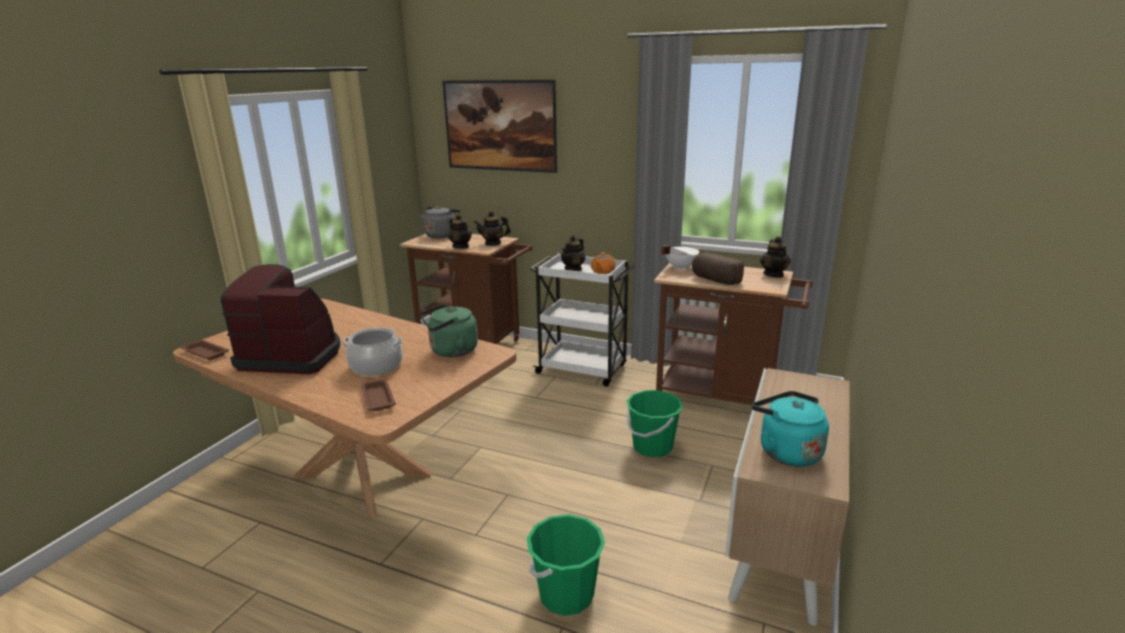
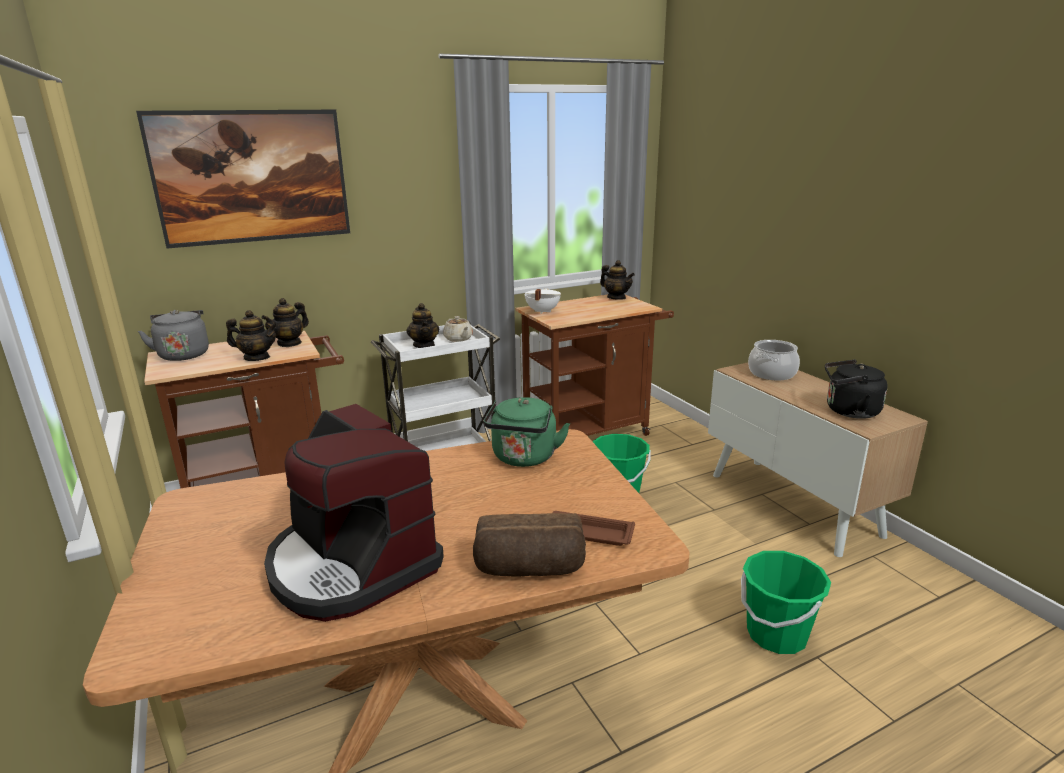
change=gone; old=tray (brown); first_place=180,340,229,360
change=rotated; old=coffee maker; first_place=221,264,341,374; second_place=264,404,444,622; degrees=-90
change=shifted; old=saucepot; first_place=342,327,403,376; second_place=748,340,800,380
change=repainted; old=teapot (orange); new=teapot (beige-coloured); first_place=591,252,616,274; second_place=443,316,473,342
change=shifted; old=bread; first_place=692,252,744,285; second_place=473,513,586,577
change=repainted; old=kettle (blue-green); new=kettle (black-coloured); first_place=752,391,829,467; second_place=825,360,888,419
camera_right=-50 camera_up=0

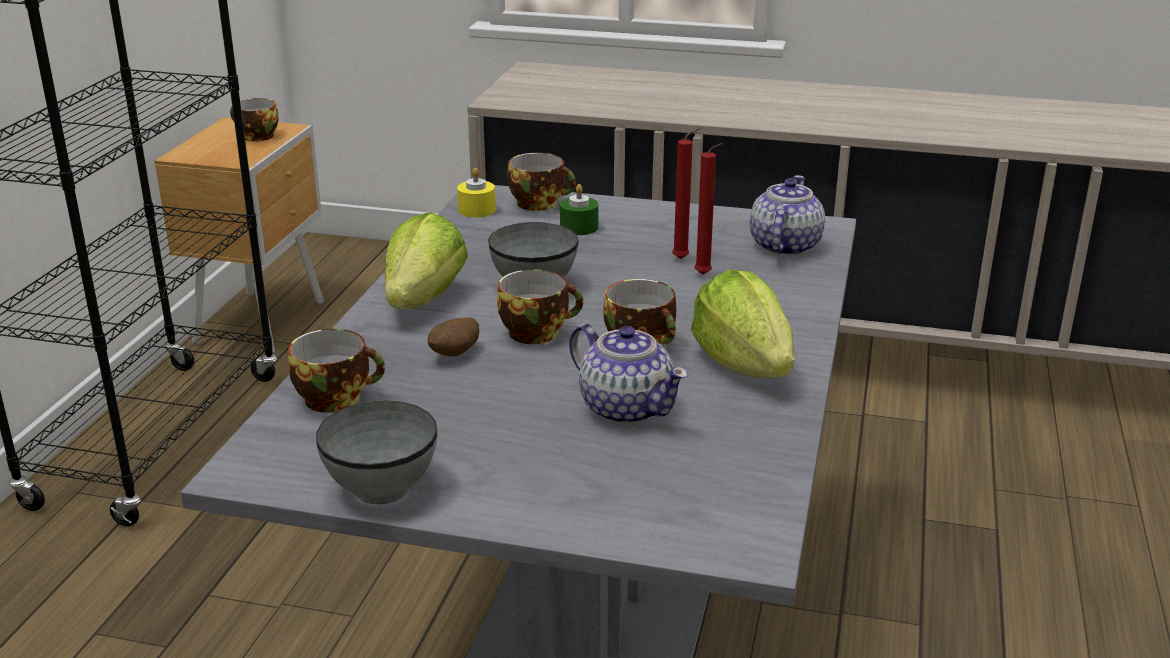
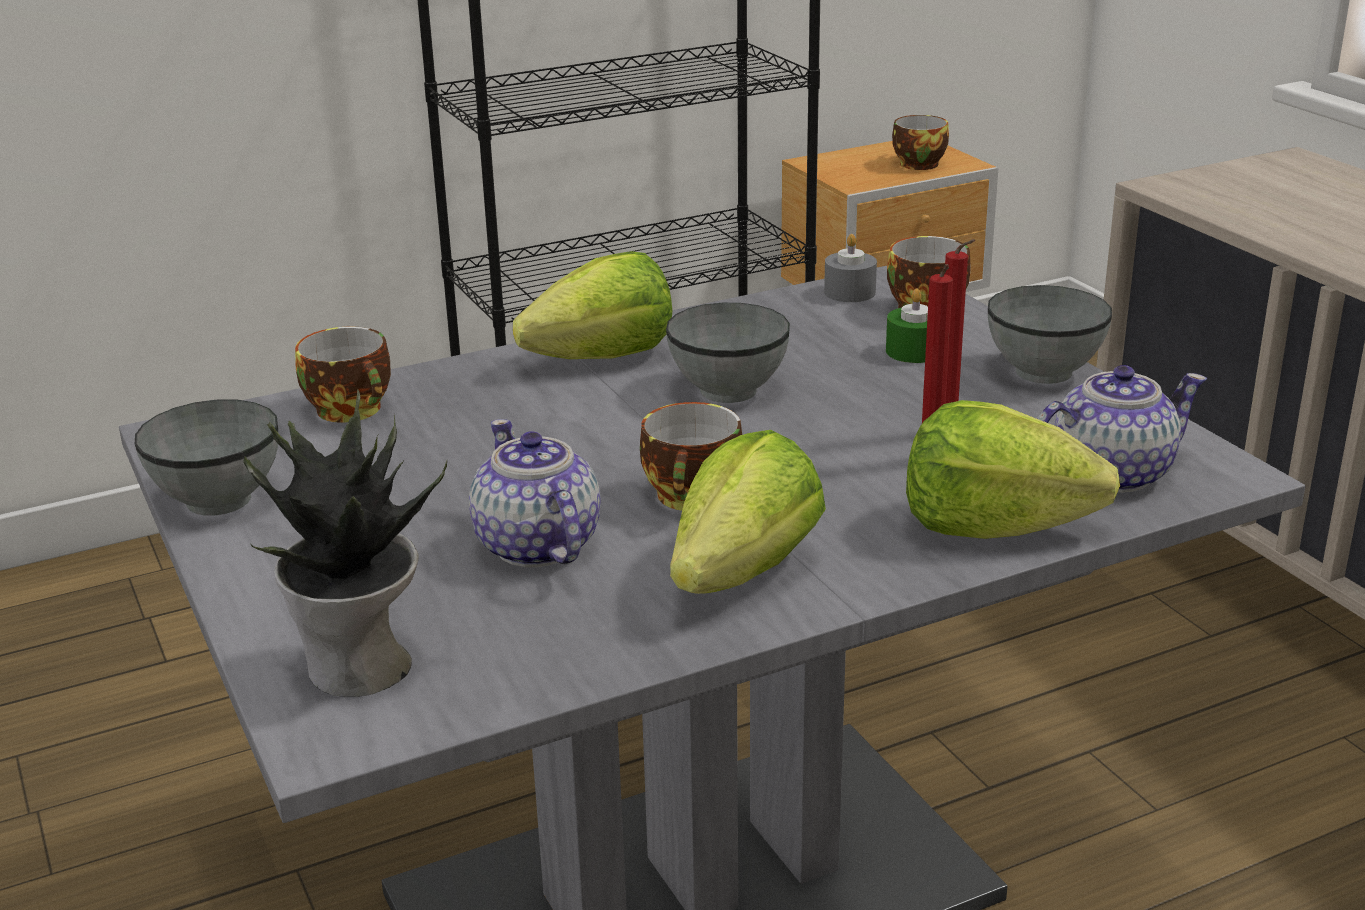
change=gone; old=whole potato; first_place=427,318,479,356
change=repainted; old=wax light (yellow-coloured); new=wax light (gray); first_place=457,168,496,217; second_place=824,234,877,302
change=gone; old=cup; first_place=497,269,584,344
change=rotated; old=teapot; first_place=569,324,689,425; second_place=469,419,601,567; degrees=150
change=new; new=potted plant; second_place=243,390,447,697
change=new; new=lettuce; second_place=906,400,1120,539
change=new; new=serving bowl (gray); second_place=988,285,1112,384
camera_right=50 camera_up=0

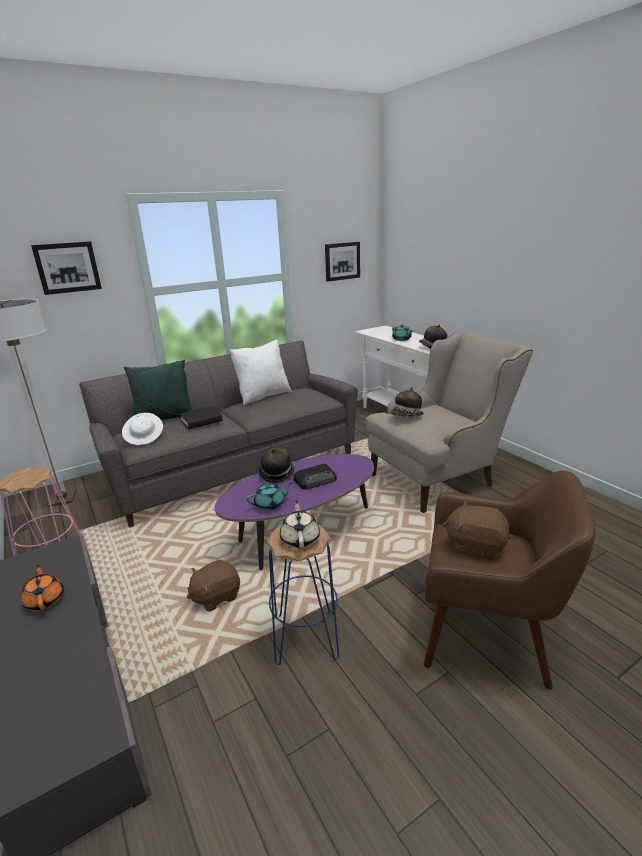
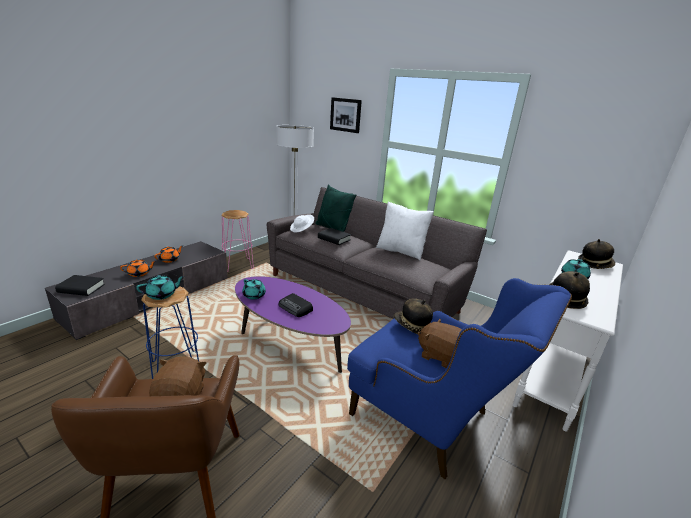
change=shifted; old=plush toy (brown); first_place=187,560,240,612; second_place=418,319,462,368
change=shifted; old=clothing hat; first_place=259,447,295,483; second_place=578,239,615,269
change=repainted; old=teapot (beige-coloured); new=teapot (blue-green); first_place=280,500,320,549; second_place=136,275,185,300
change=gone; old=wall picture; first_place=325,242,360,282
change=repainted; old=armchair (beige-coloured); new=armchair (blue); first_place=366,331,533,513; second_place=347,278,572,480
change=new; new=book (black-coloured); second_place=55,275,105,296
change=new; new=teapot (orange); second_place=120,259,155,277
camera_right=65 camera_up=0

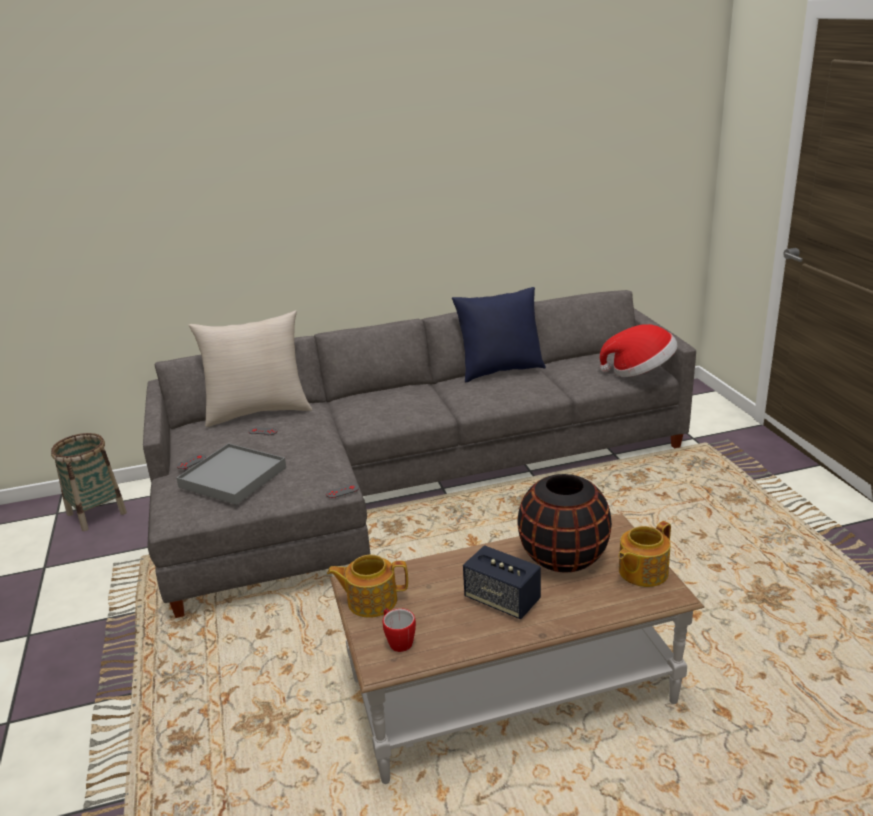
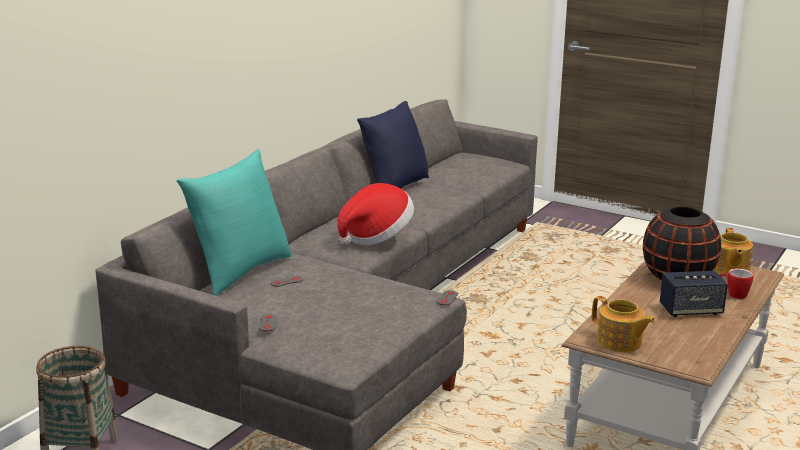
change=gone; old=tray (gray); first_place=176,443,286,505
change=repainted; old=throw pillow (beige-coloured); new=throw pillow (blue-green); first_place=189,310,312,427; second_place=177,149,292,296
change=rotated; old=teapot; first_place=327,555,408,618; second_place=592,296,655,352; degrees=-90
change=shifted; old=tea mug; first_place=383,608,416,652; second_place=720,268,753,299
change=shifted; old=clothing hat; first_place=600,324,678,377; second_place=337,183,414,245
camera_right=-45 camera_up=-5

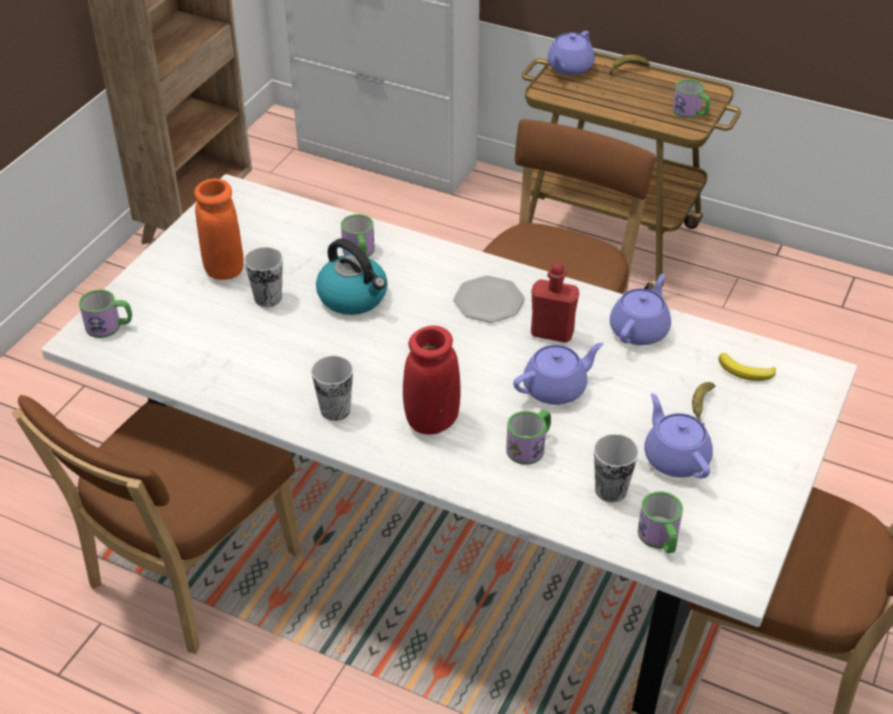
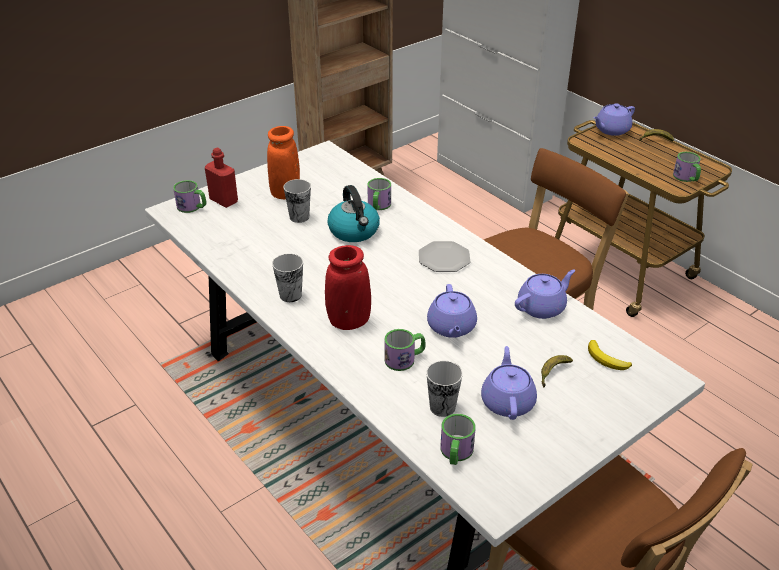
change=gone; old=upright chair (brown); first_place=12,395,301,654
change=rotated; old=teapot (purple-coloured); first_place=513,343,604,405; second_place=427,284,477,338; degrees=90
change=shifted; old=bottle (reddish); first_place=531,263,579,343; second_place=205,147,238,208
camera_right=25 camera_up=-5

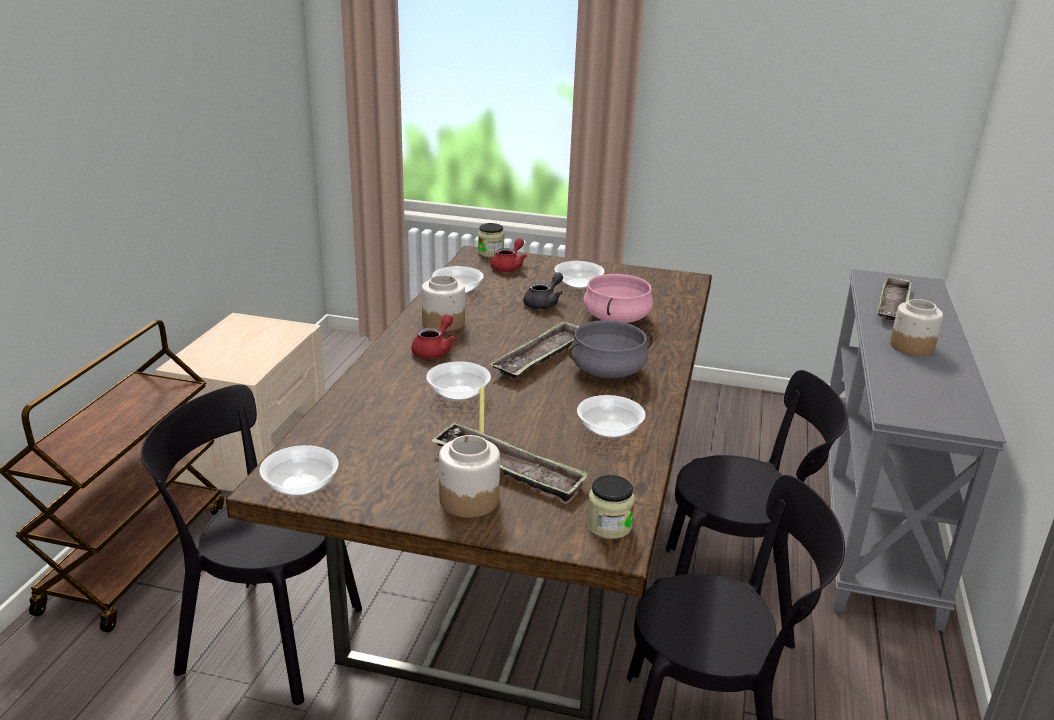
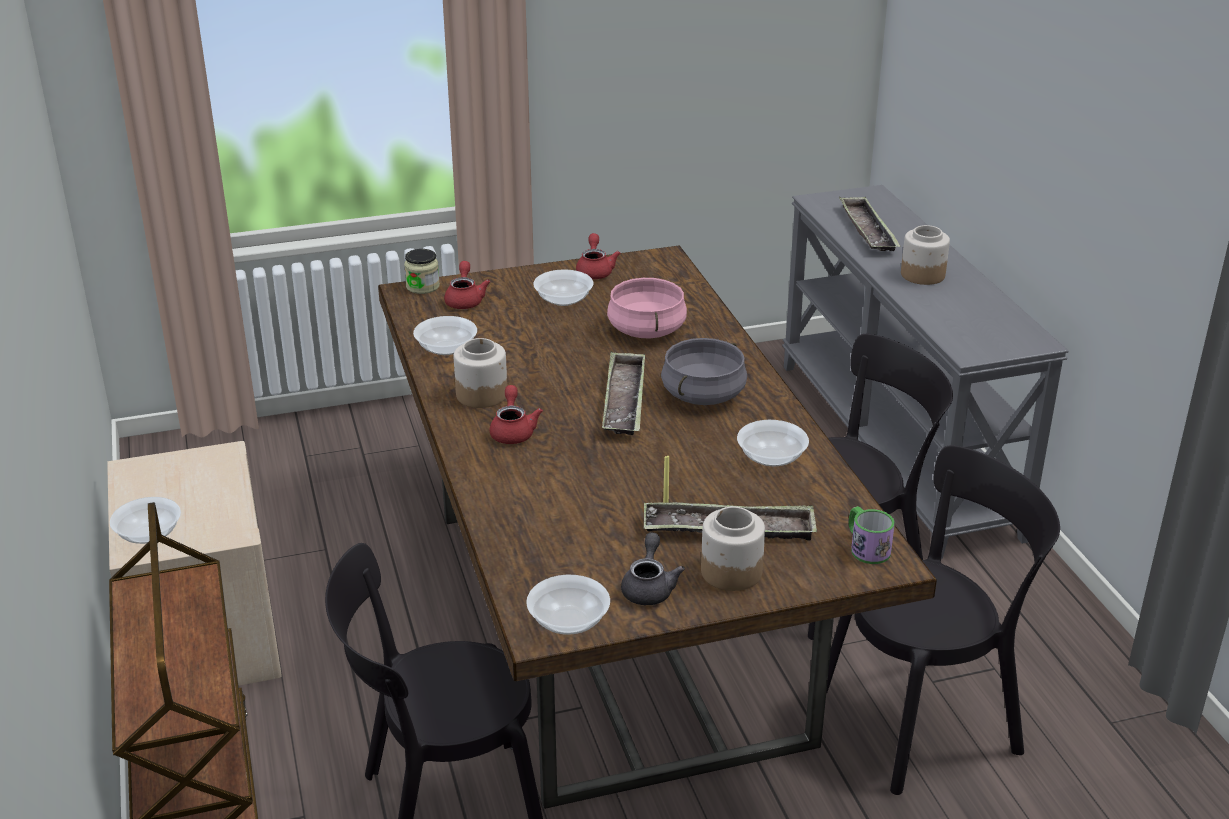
change=shifted; old=serving bowl; first_place=426,361,491,401; second_place=110,497,181,544
change=shifted; old=teapot (gray); first_place=523,272,563,309; second_place=621,532,685,605
change=swapped; old=preserve jar; new=tea mug; first_place=587,475,635,539; second_place=849,506,895,564
change=new; new=teapot (reddish); second_place=576,233,620,279
camera_right=-30 camera_up=5

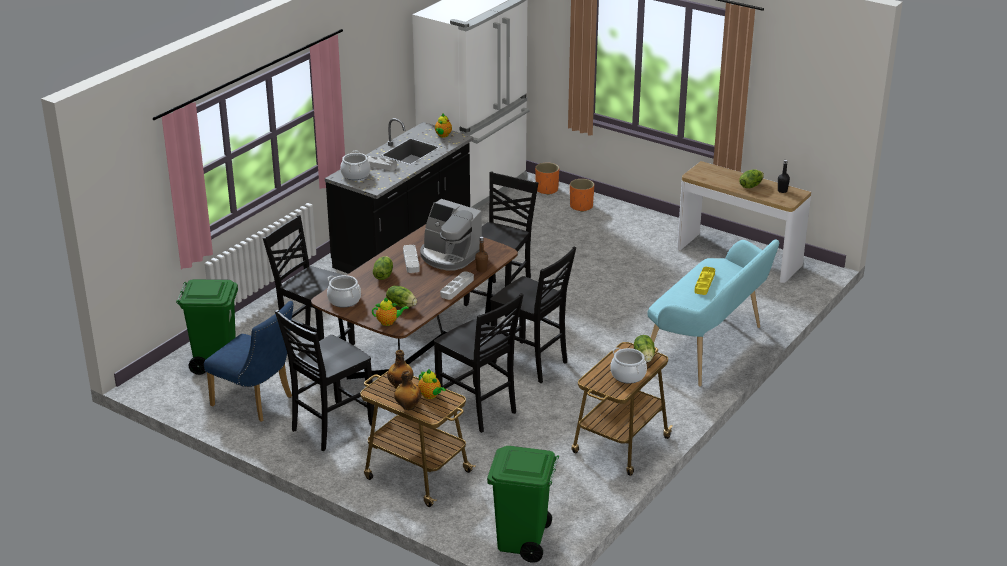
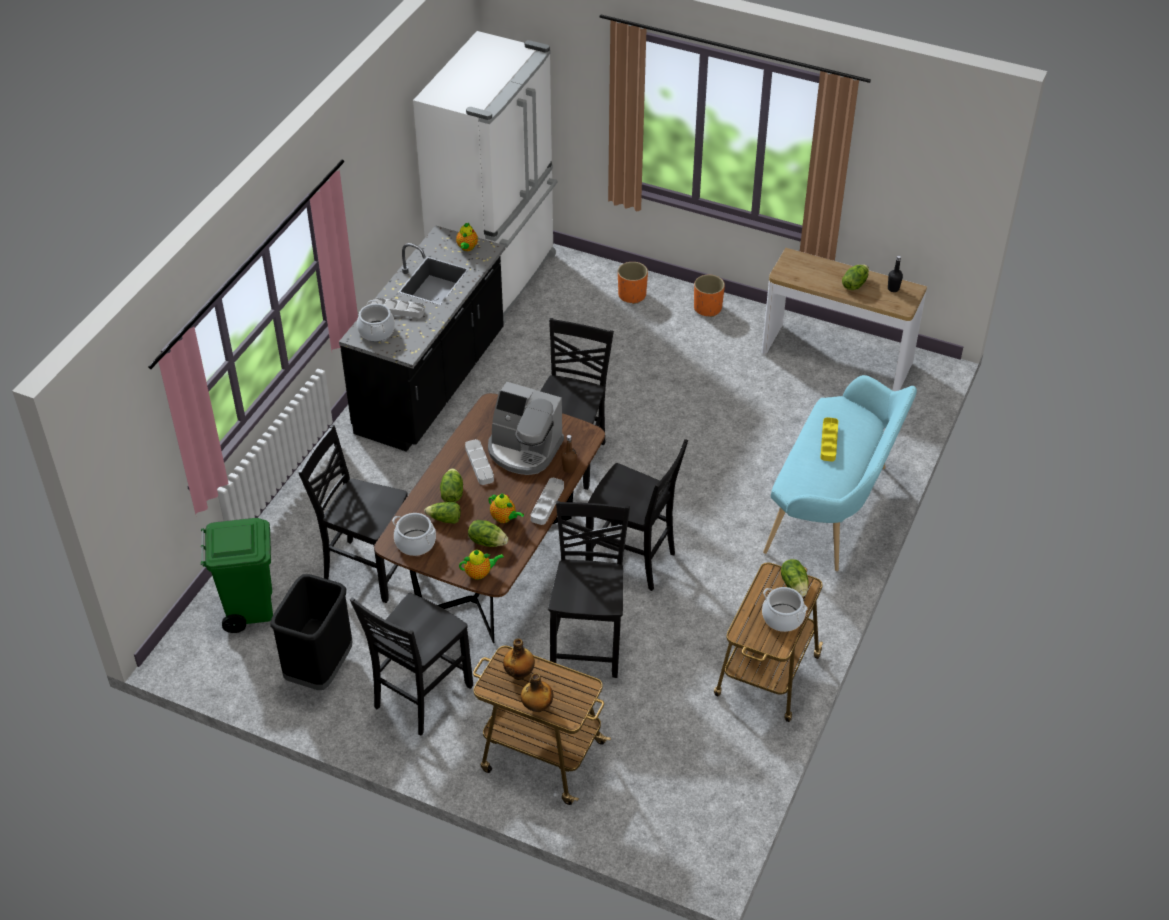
change=swapped; old=upright chair (blue); new=trash can (black-coloured); first_place=204,301,294,422; second_place=270,574,352,690
change=shifted; old=teapot; first_place=418,369,446,399; second_place=488,494,524,523
change=rotated; old=upright chair (black-coloured); first_place=434,293,524,433; second_place=548,501,630,678; degrees=-120
change=gone; old=trash can (green); first_place=487,446,559,563
change=shifted; old=flower pot (orange); first_place=535,163,559,195; second_place=694,275,725,317
change=new; new=lettuce; second_place=424,502,461,524
camera_right=-10 camera_up=15

